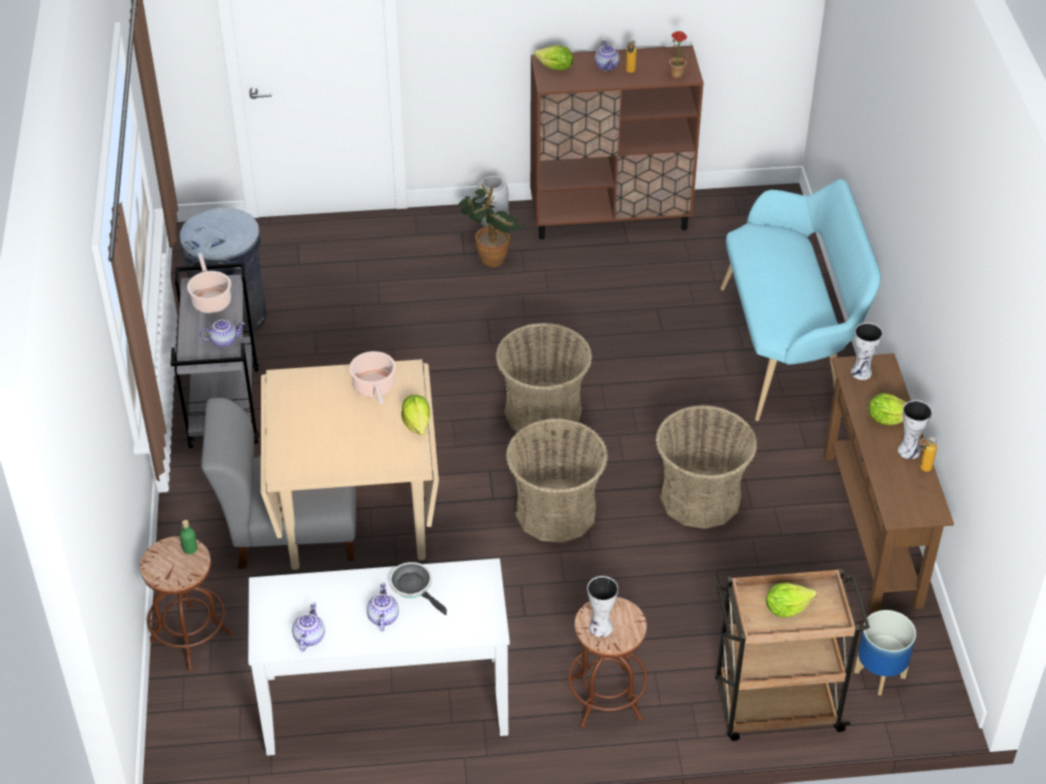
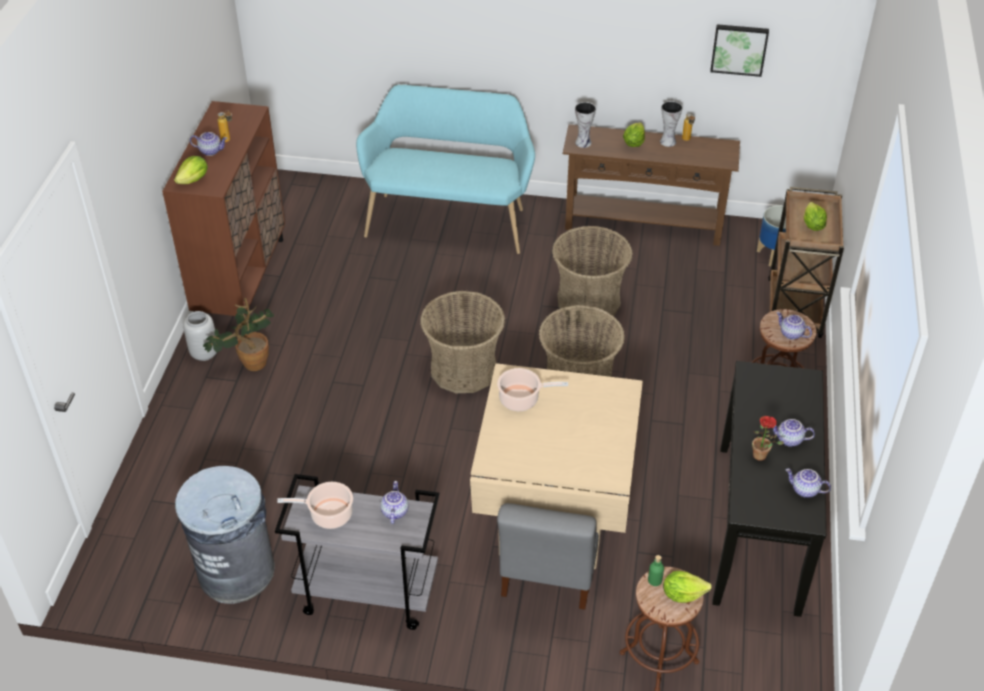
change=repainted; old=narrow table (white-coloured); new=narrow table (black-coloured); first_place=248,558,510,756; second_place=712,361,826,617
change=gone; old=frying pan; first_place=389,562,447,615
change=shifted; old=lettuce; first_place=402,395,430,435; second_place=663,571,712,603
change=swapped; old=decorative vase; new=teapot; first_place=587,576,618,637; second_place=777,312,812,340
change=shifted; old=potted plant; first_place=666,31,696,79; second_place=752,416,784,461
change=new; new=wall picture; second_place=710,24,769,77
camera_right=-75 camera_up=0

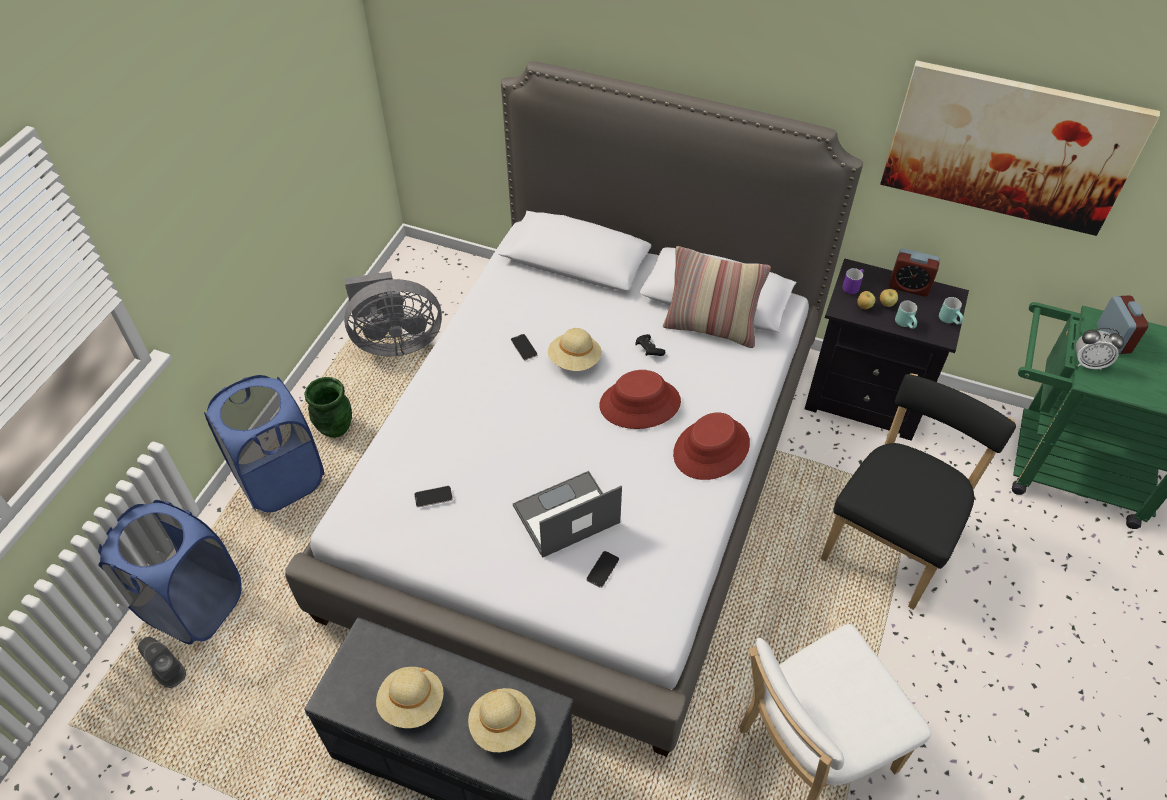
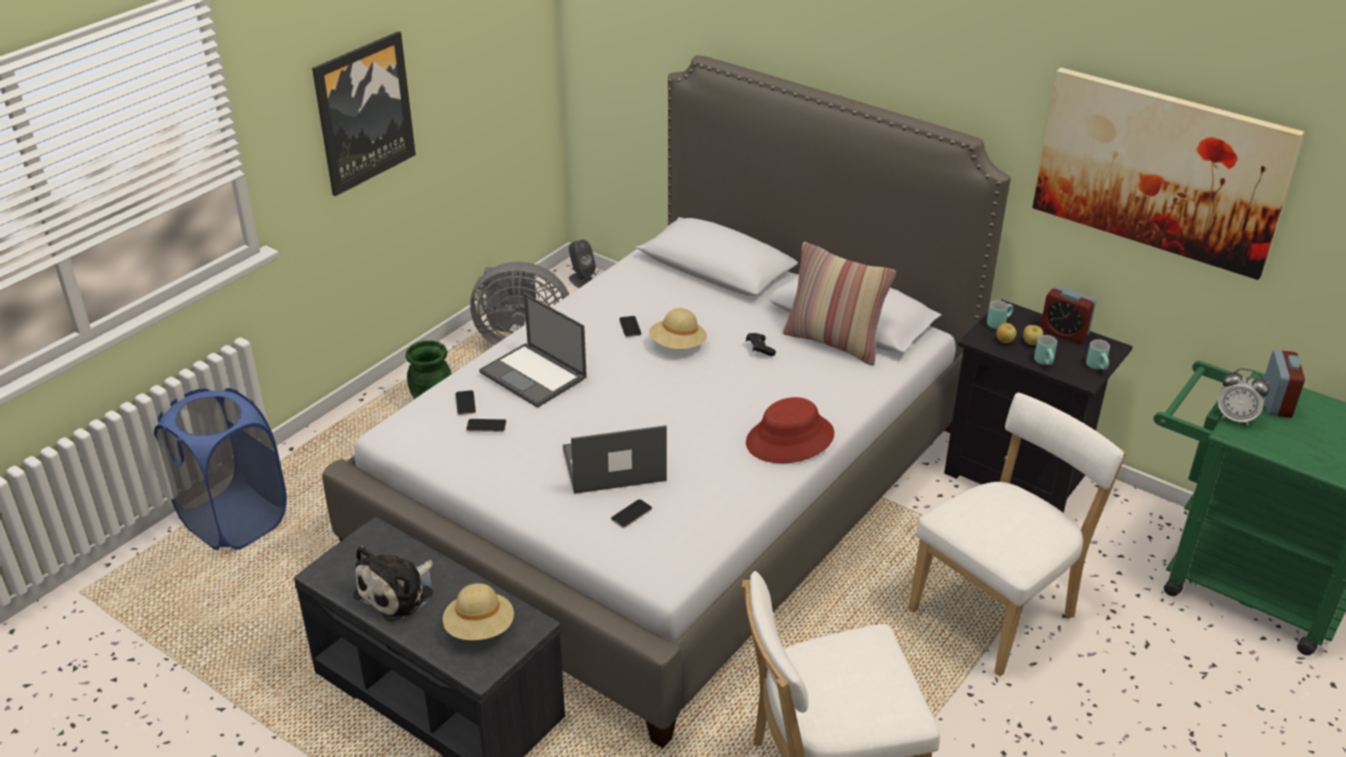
change=shifted; old=speaker (gray); first_place=138,637,186,688; second_place=569,240,596,288
change=gone; old=washing basket (blue); first_place=204,375,324,513
change=swapped; old=clothing hat (beige-coloured); new=plush toy; first_place=376,667,444,728; second_place=353,546,433,622
change=gone; old=clothing hat (reddish); first_place=599,370,681,429
change=repainted; old=upright chair (black-coloured); new=upright chair (white-coloured); first_place=821,373,1016,610; second_place=908,393,1126,677
change=repainted; old=tea mug (purple-coloured); new=tea mug (blue-green); first_place=842,268,864,294; second_place=987,300,1014,329
change=new; new=wall picture; second_place=312,31,416,196
change=new; new=telephone; second_place=456,390,476,415
change=new; new=notebook computer; second_place=479,293,587,408
camera_right=15 camera_up=-15

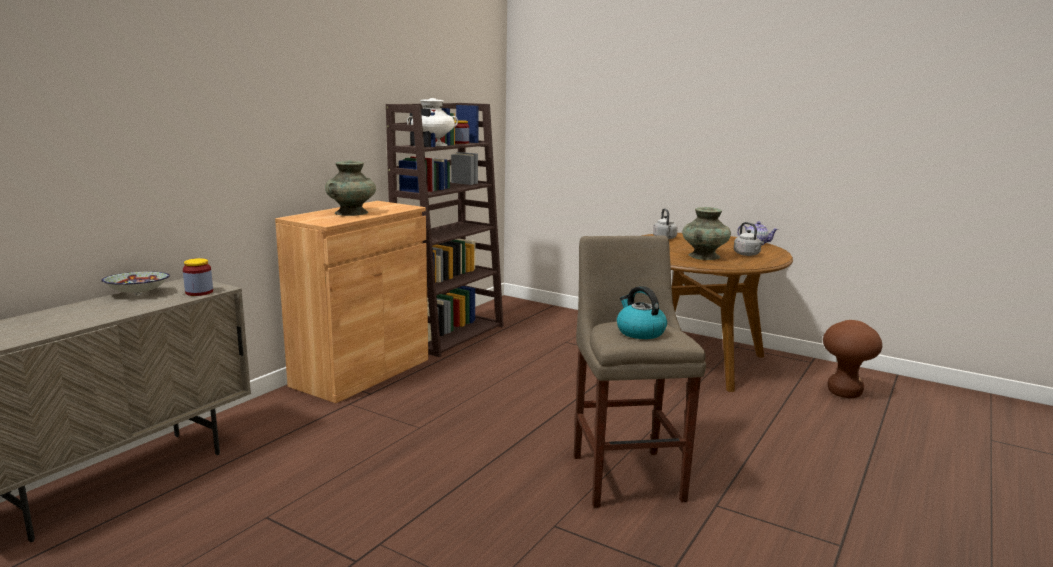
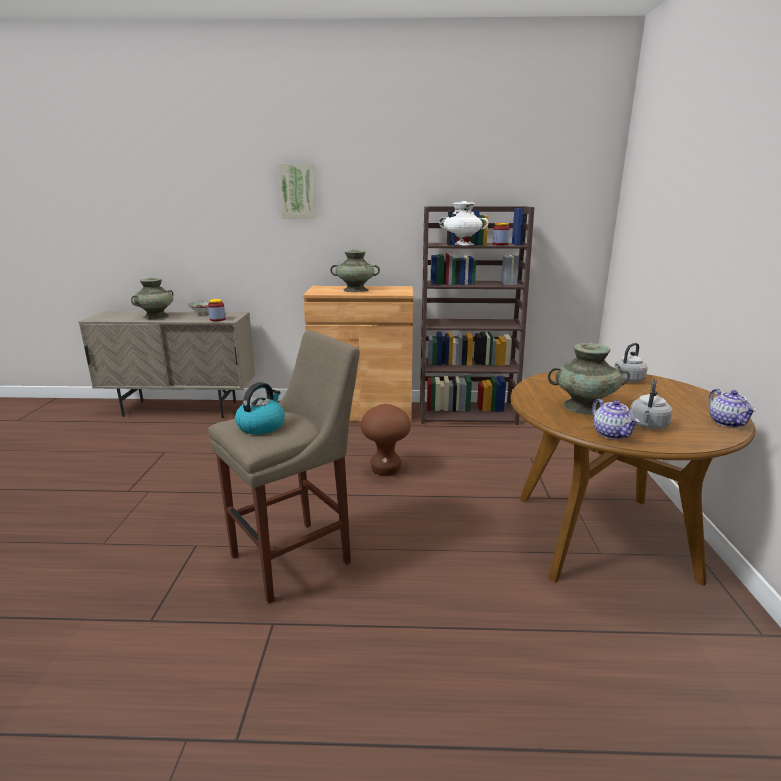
change=shifted; old=stool (brown); first_place=823,320,882,398; second_place=361,404,411,476
change=new; new=decorative vase (blue-green); second_place=131,278,173,319
change=new; new=wall picture; second_place=278,164,317,219
change=new; new=teapot; second_place=592,399,639,439
camera_right=60 camera_up=5

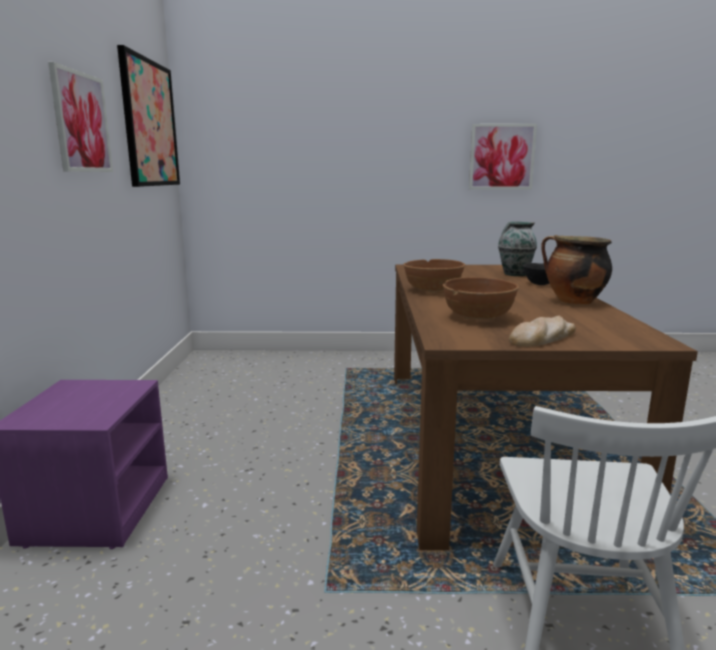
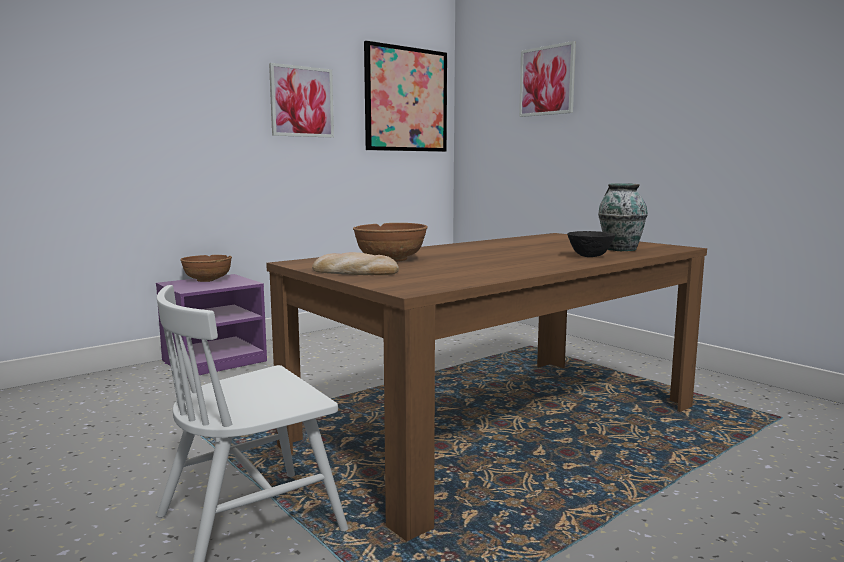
change=shifted; old=serving bowl (brown); first_place=403,259,465,293; second_place=180,255,232,282
change=shifted; old=wall picture; first_place=469,124,537,190; second_place=519,41,576,117
change=gone; old=saucepot; first_place=541,235,612,305
camera_right=50 camera_up=-5

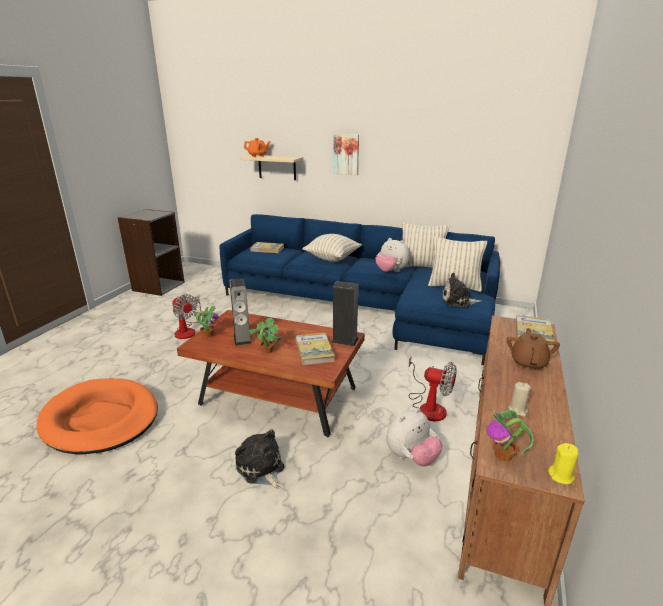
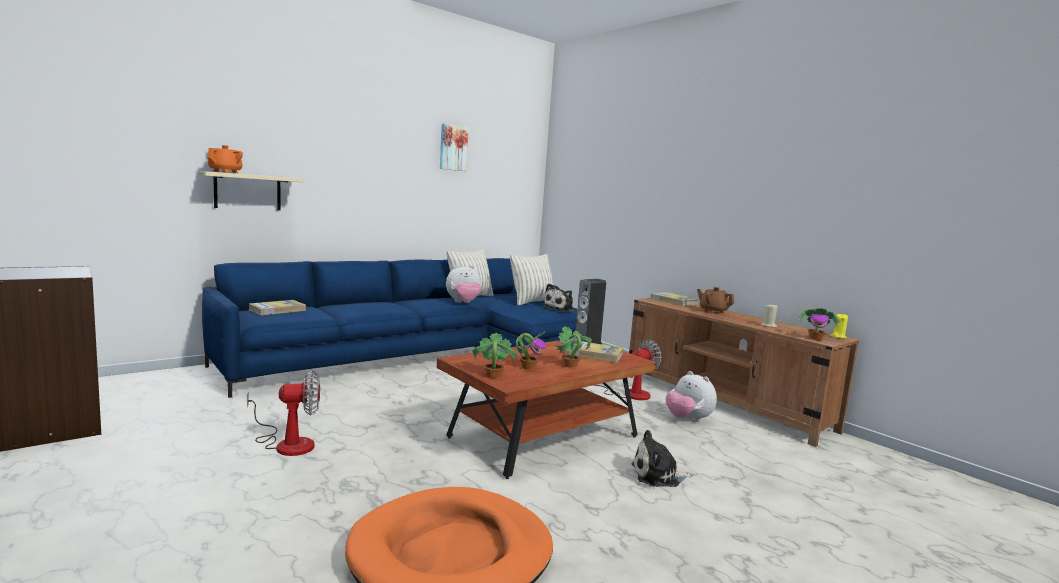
change=swapped; old=speaker; new=potted plant; first_place=229,278,252,346; second_place=516,333,546,370
change=gone; old=throw pillow; first_place=302,234,362,262
change=shifted; old=wall picture; first_place=333,134,359,175; second_place=440,123,469,171
change=rotated; old=plush toy; first_place=386,408,443,467; second_place=666,371,717,422; degrees=150
camera_right=-60 camera_up=-15

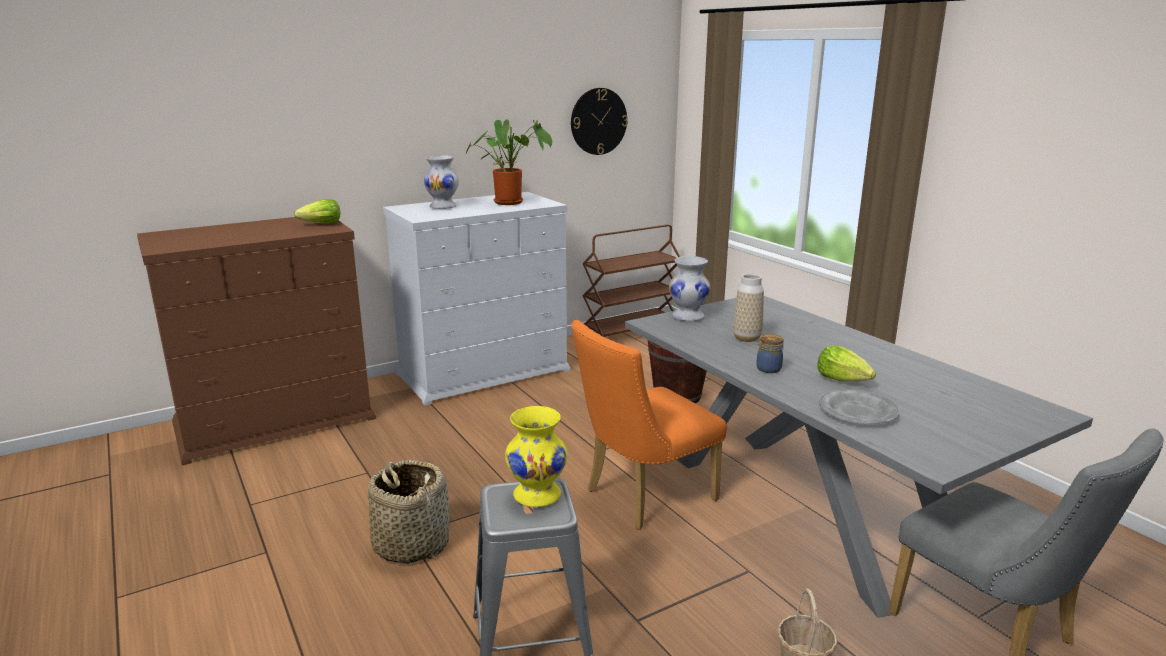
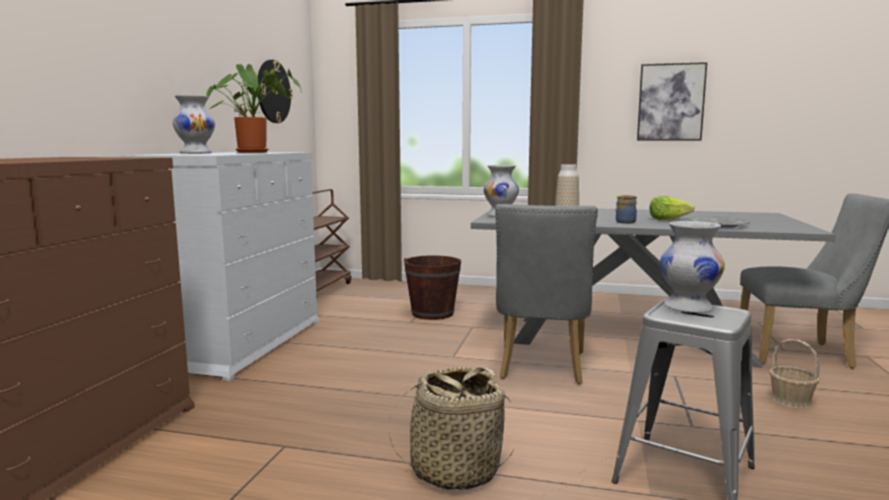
change=gone; old=lettuce; first_place=294,199,340,224
change=repainted; old=decorative vase (yellow-coloured); new=decorative vase (white-coloured); first_place=505,406,568,507; second_place=660,221,725,313
change=repainted; old=upright chair (orange); new=upright chair (gray); first_place=571,320,727,530; second_place=495,204,598,384
change=new; new=wall picture; second_place=637,62,707,140
camera_right=-45 camera_up=-10

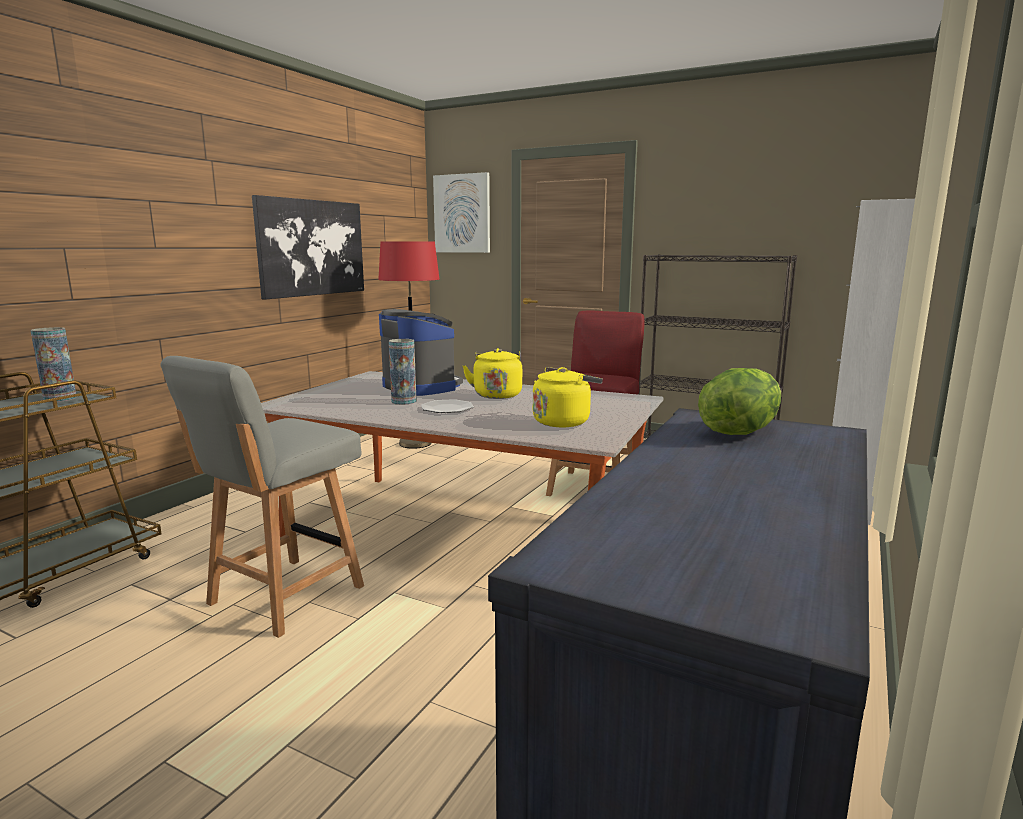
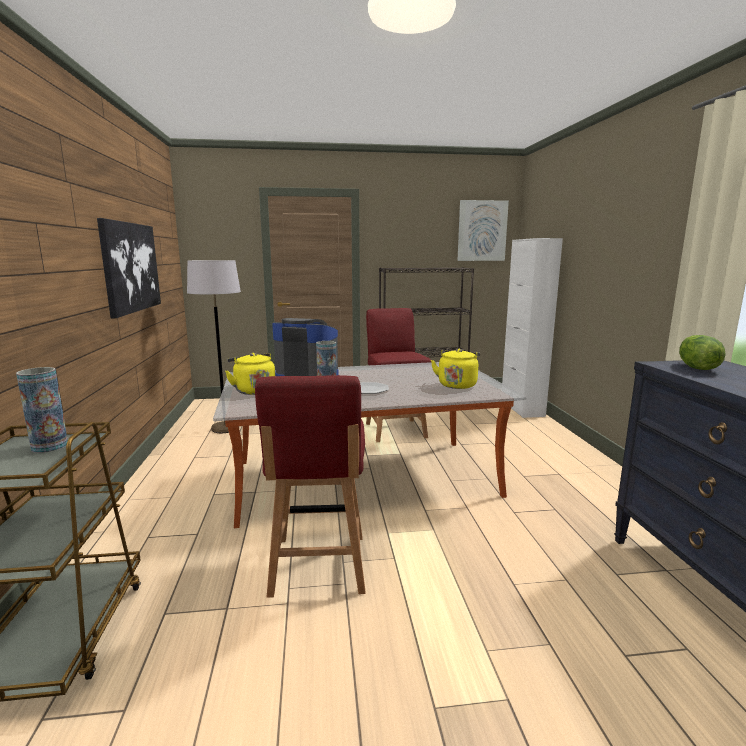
change=repainted; old=upright chair (gray); new=upright chair (reddish); first_place=160,356,364,638; second_place=255,375,365,598
change=repainted; old=floor lamp (reddish); new=floor lamp (gray); first_place=378,241,439,449; second_place=187,260,241,433
change=shifted; old=wall picture; first_place=433,172,490,253; second_place=457,200,509,261
change=shifted; old=kettle (yellow-coloured); first_place=463,348,522,399; second_place=225,353,275,395
camera_right=-35 camera_up=0

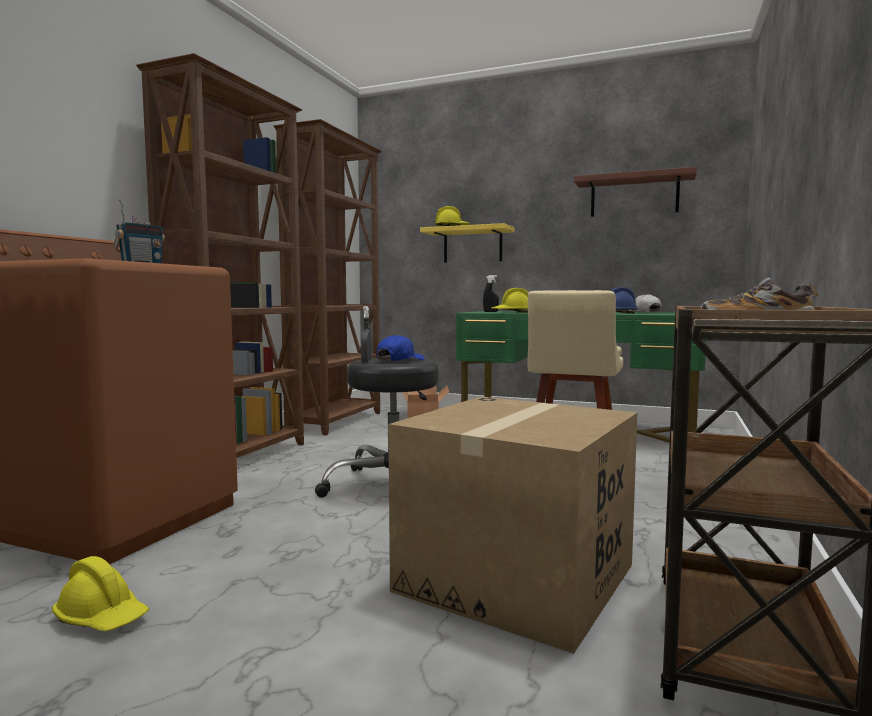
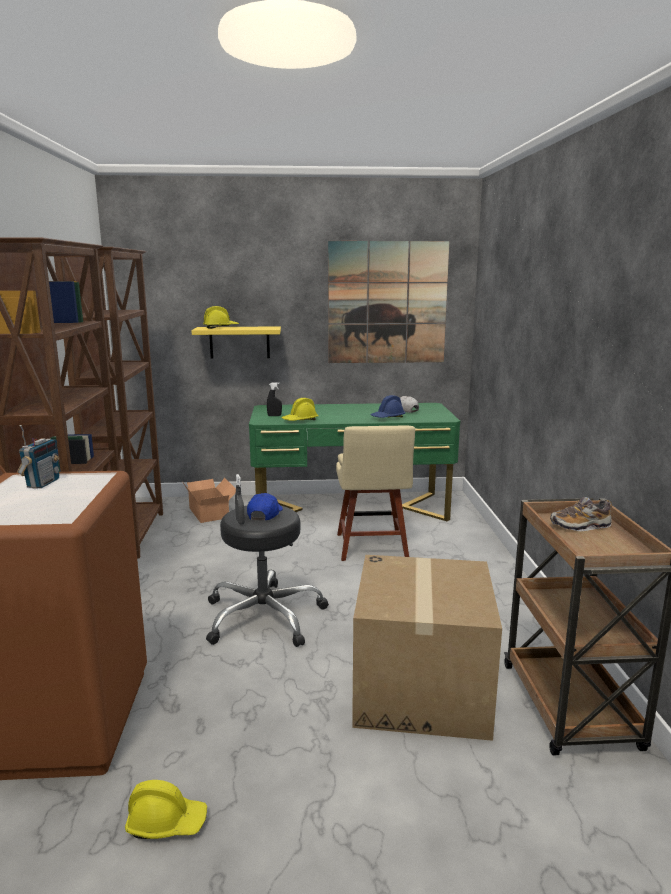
change=swapped; old=shelf; new=wall picture; first_place=574,167,697,217; second_place=328,241,449,363
camera_right=-25 camera_up=10

